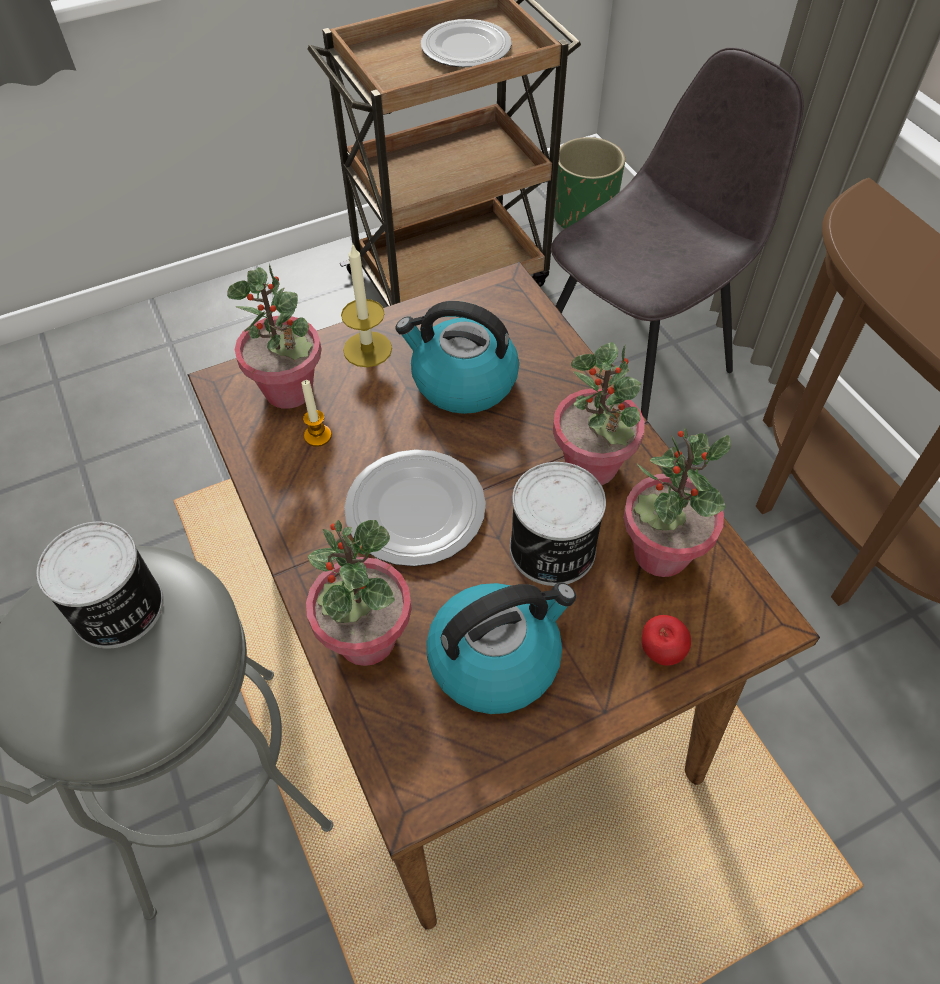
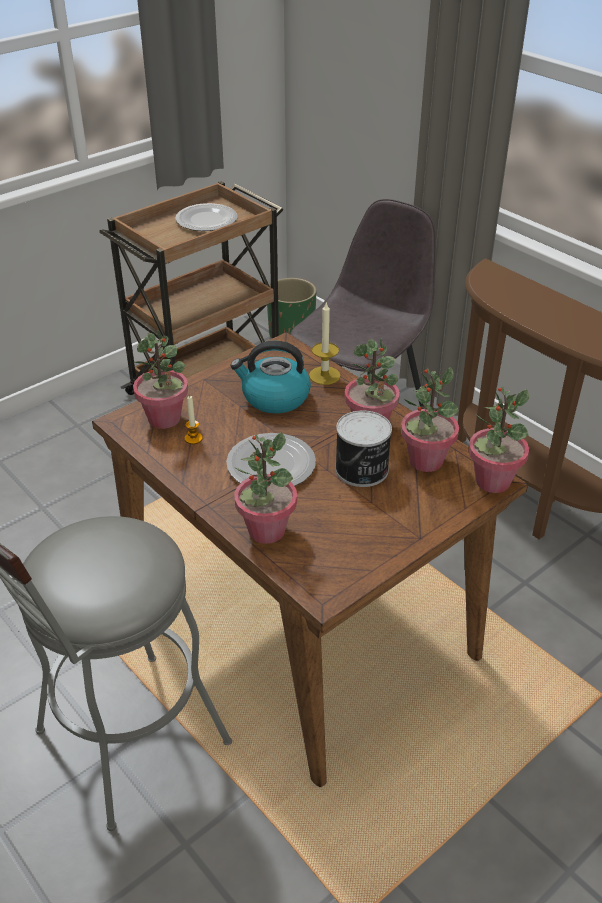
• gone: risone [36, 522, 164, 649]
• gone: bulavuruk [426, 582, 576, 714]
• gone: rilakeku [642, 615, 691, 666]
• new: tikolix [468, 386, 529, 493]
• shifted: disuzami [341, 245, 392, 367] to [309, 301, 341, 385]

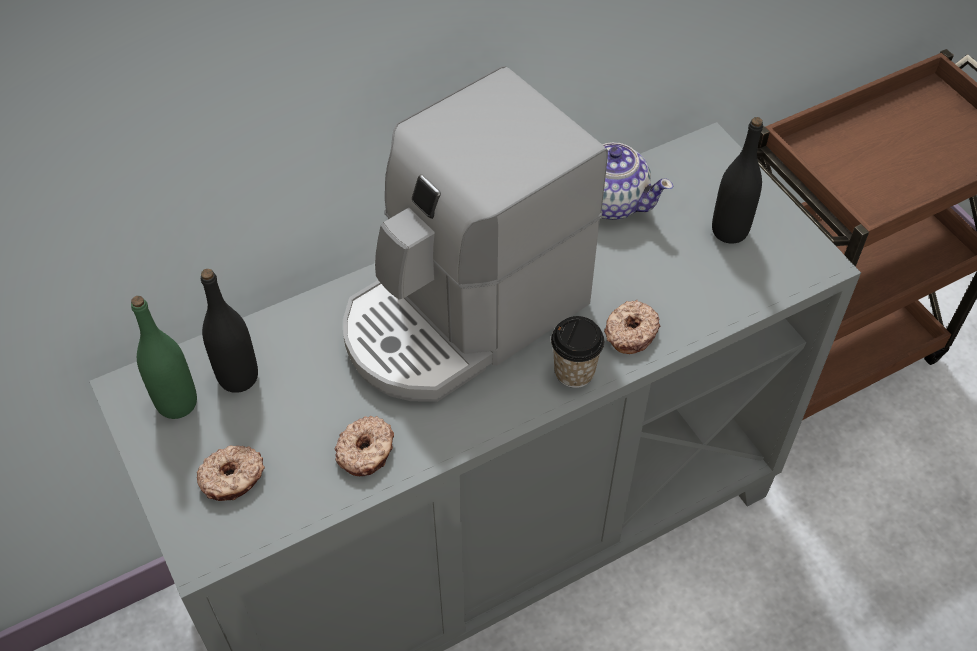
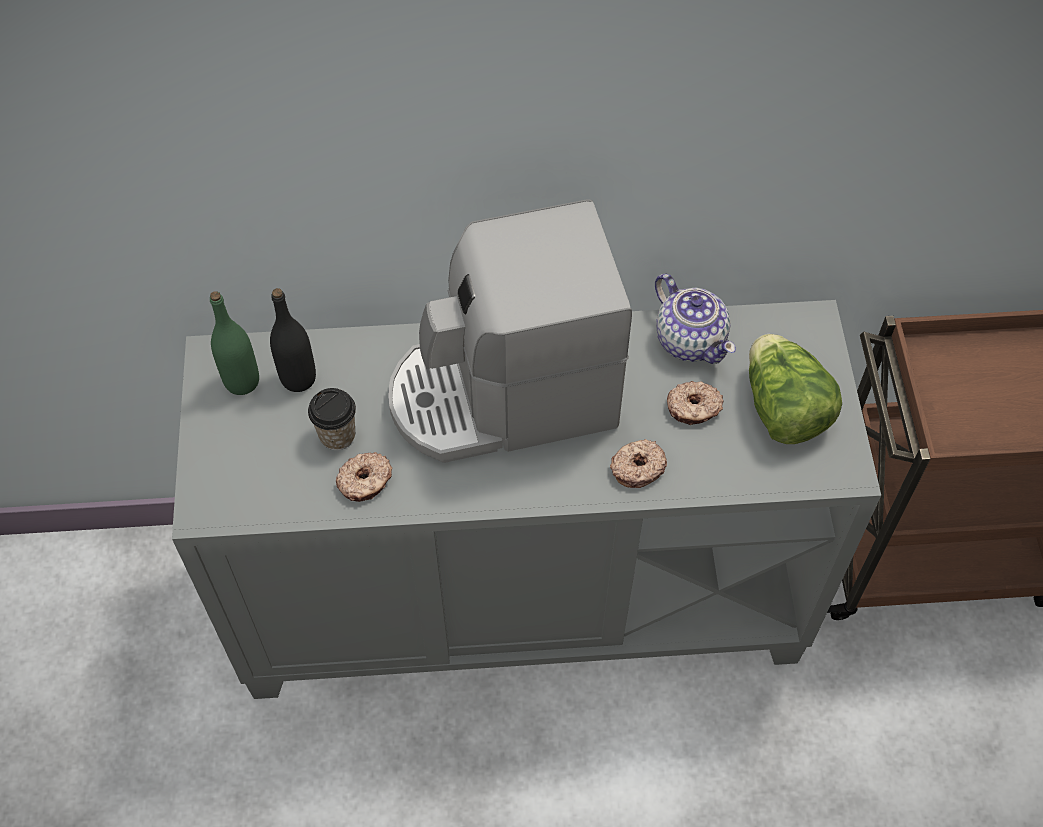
• shifted: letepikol [197, 446, 265, 501] to [667, 381, 724, 425]
• shifted: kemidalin [551, 316, 604, 388] to [308, 388, 356, 450]
• swapped: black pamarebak [712, 117, 763, 244] to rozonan [749, 334, 842, 444]

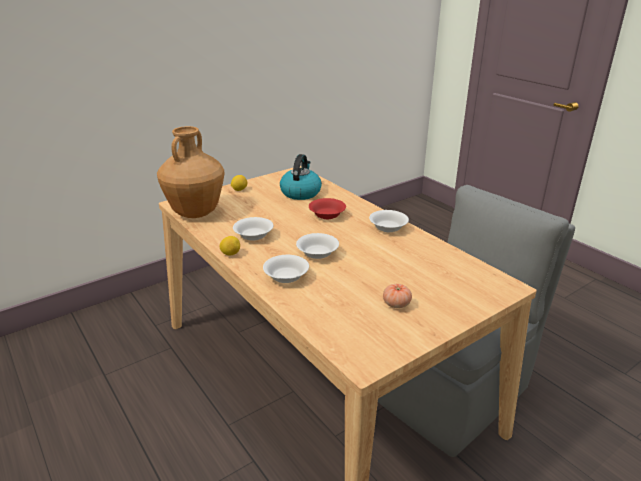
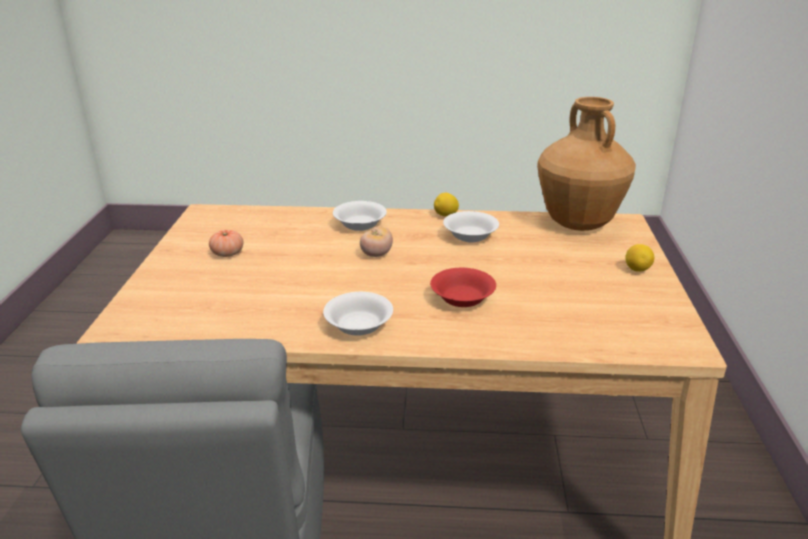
• gone: bulavuruk [280, 154, 322, 200]
• swapped: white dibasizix [296, 233, 339, 259] to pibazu [360, 226, 393, 257]

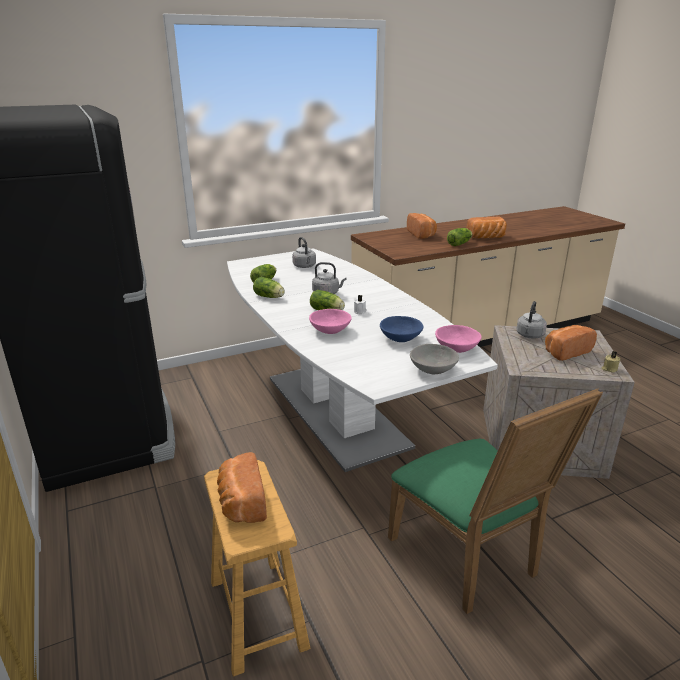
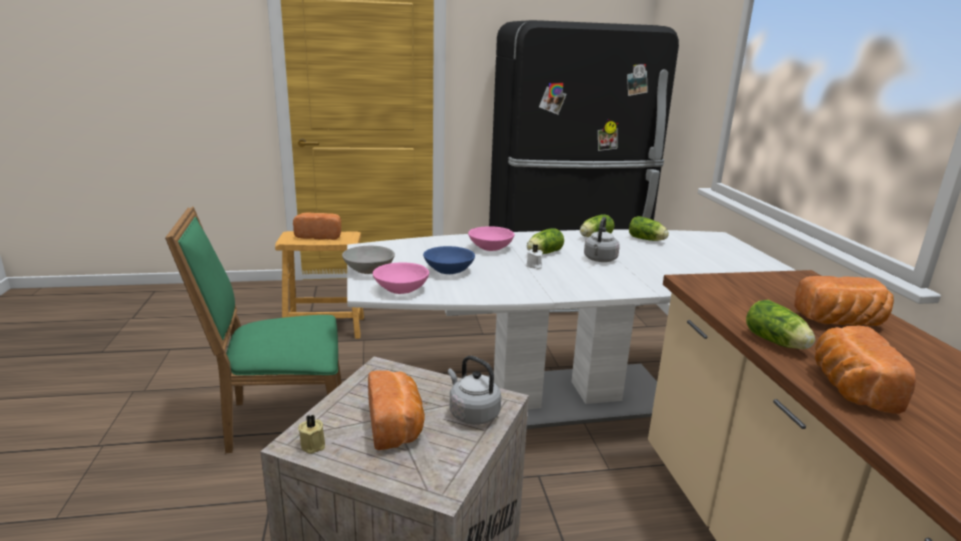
• gone: grey bulavuruk [292, 237, 316, 268]

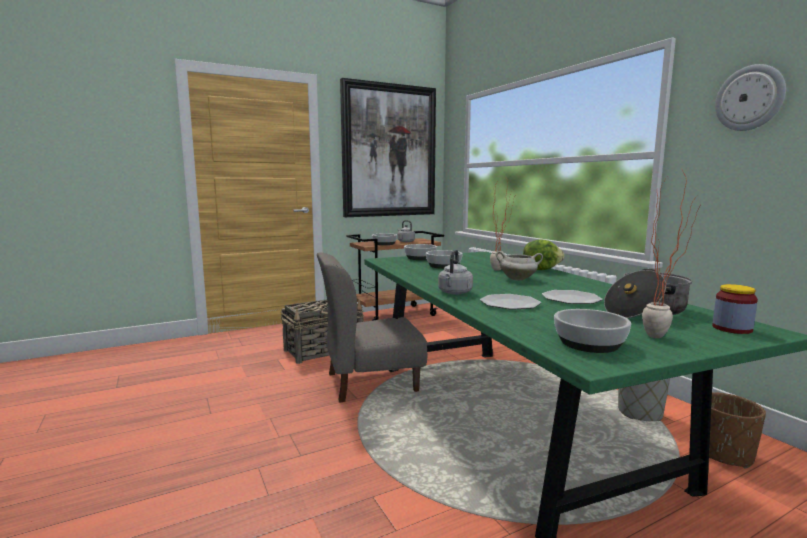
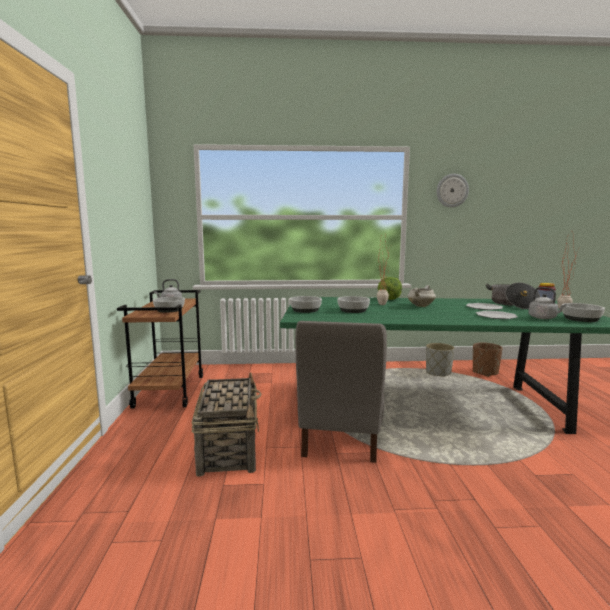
• gone: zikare [340, 78, 436, 217]
• shifted: grey bulavuruk [438, 250, 473, 295] to [528, 287, 567, 319]

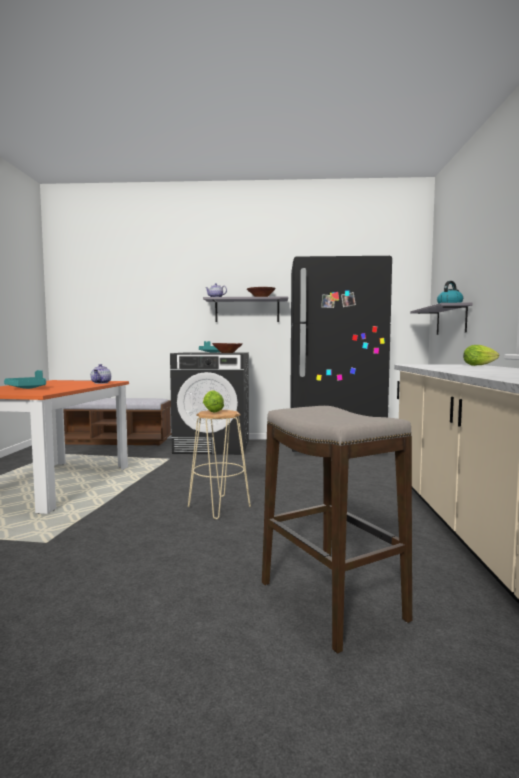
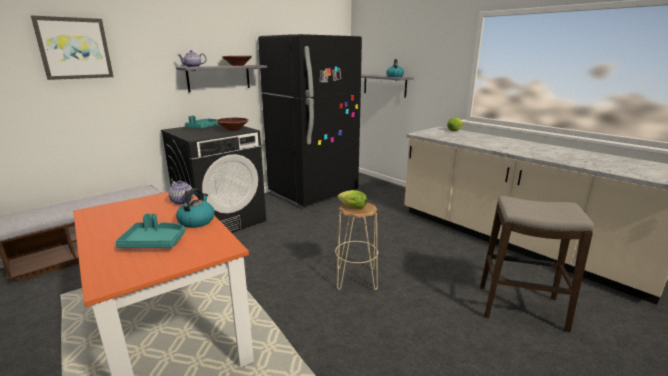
• new: zikare [31, 15, 113, 80]
• new: bulavuruk [176, 188, 215, 228]

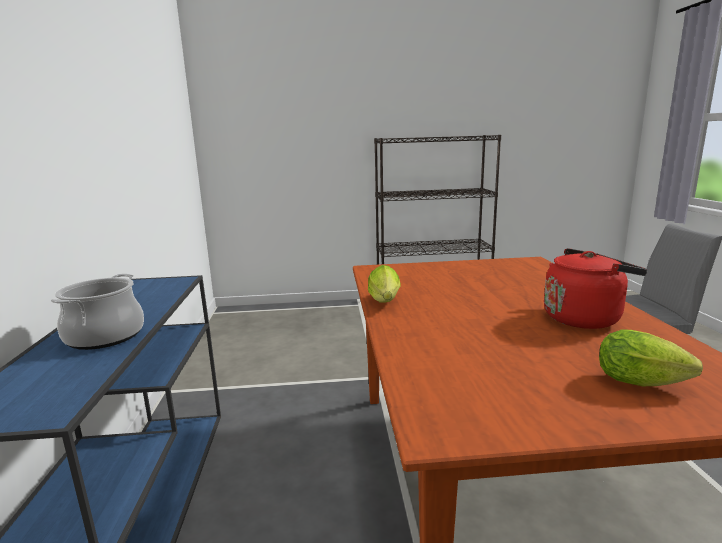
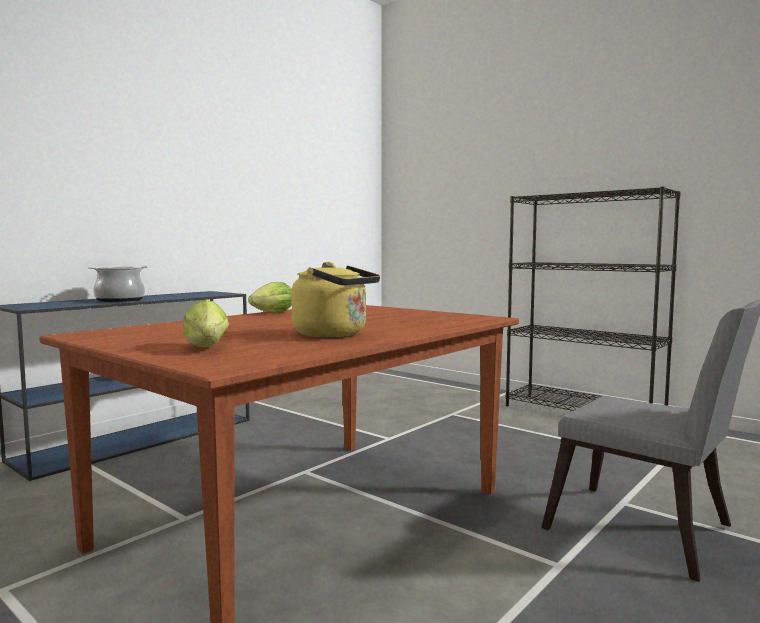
• repainted: red bulavuruk [544, 248, 647, 329] to yellow bulavuruk [291, 262, 380, 337]

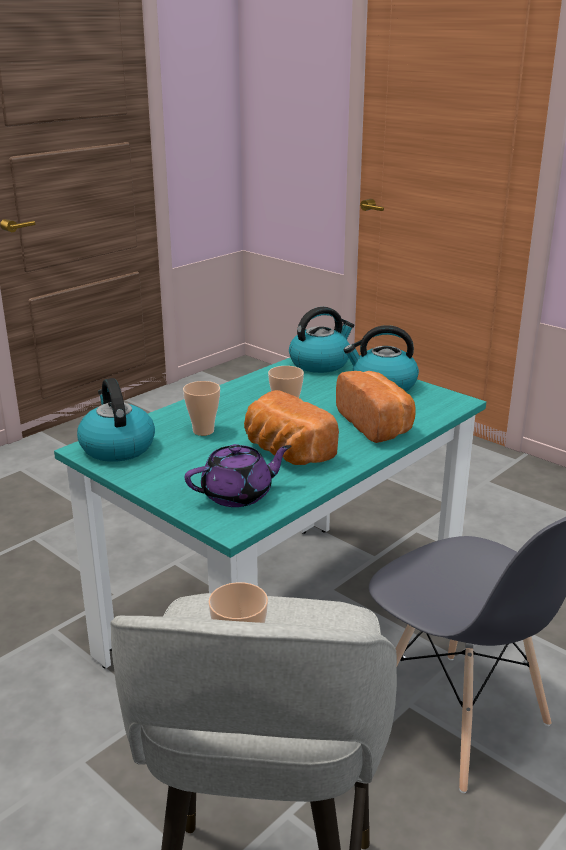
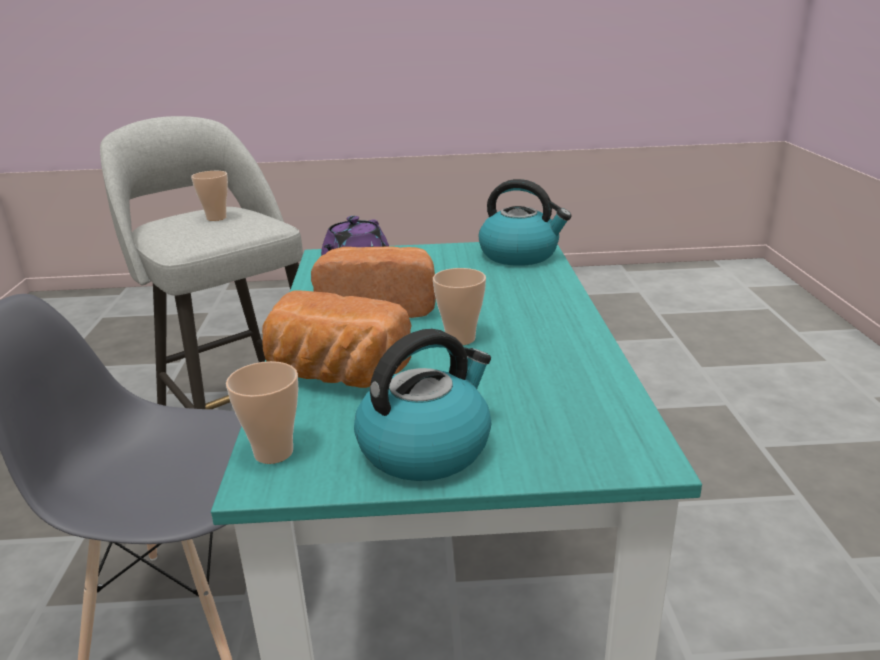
• gone: bulavuruk [289, 307, 354, 373]
• shifted: kemidalin [183, 381, 220, 436] to [226, 361, 298, 464]

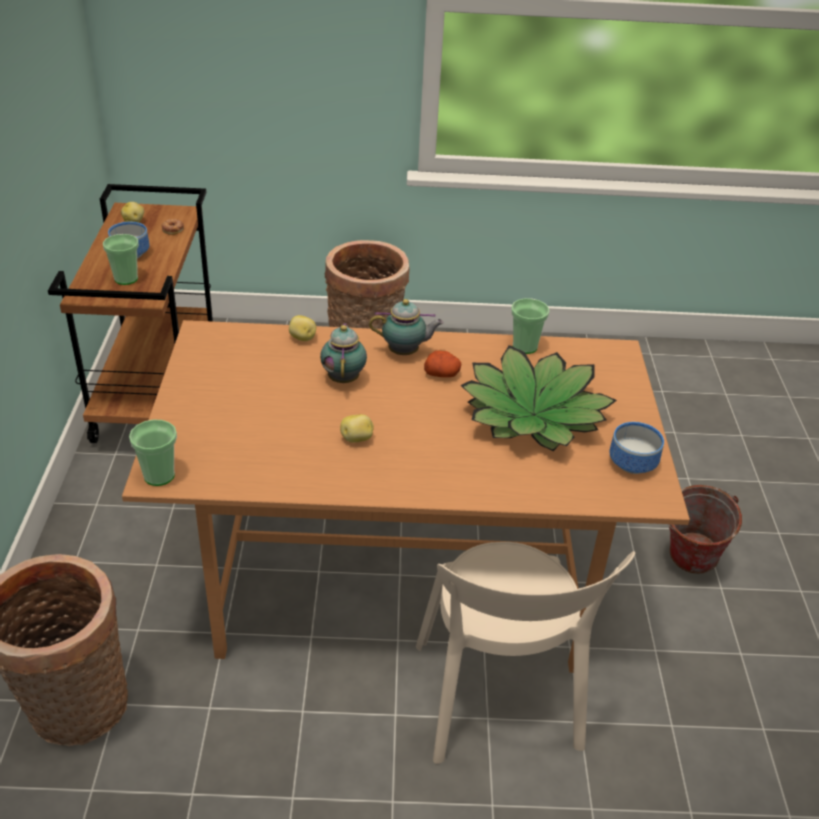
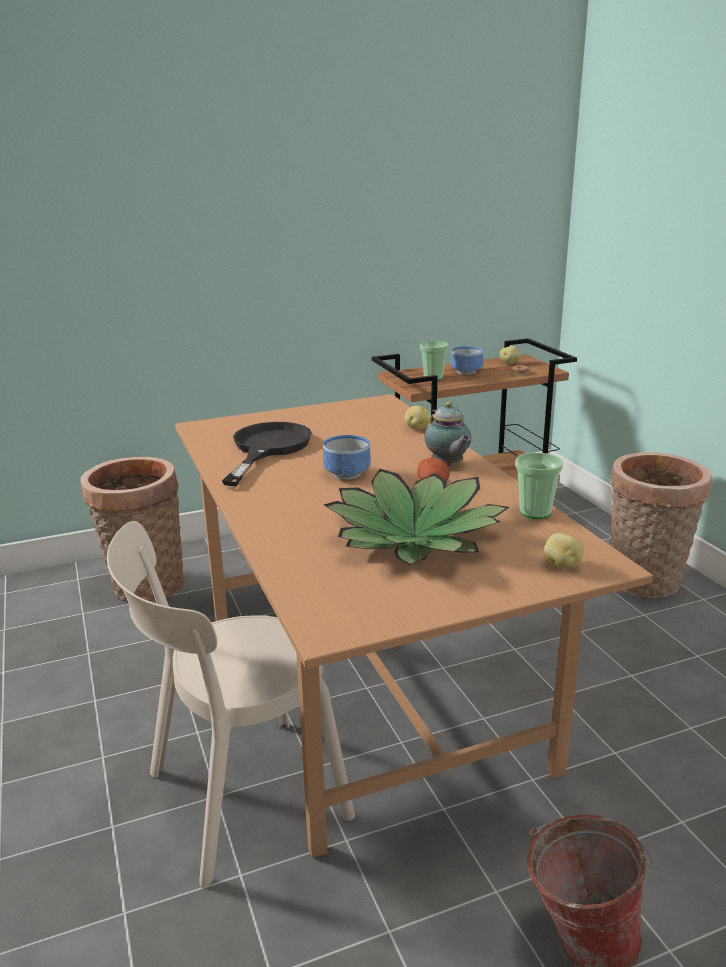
• gone: kemidalin [129, 420, 177, 486]
• gone: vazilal [320, 323, 367, 383]
• new: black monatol [222, 422, 312, 486]
• shifted: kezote [340, 414, 374, 443] to [544, 533, 584, 569]
• shifted: dibasizix [609, 422, 664, 474] to [323, 435, 371, 479]

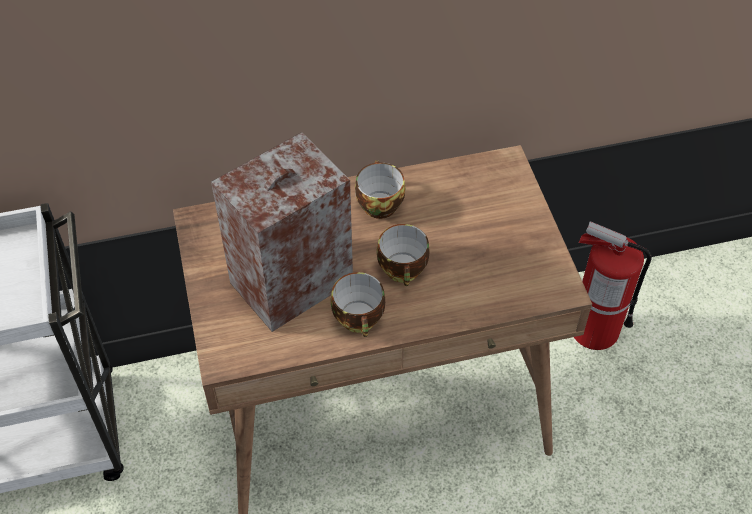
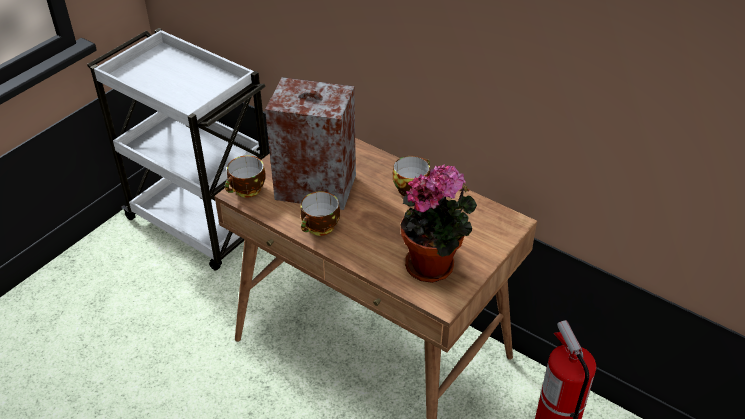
• new: tikolix [401, 164, 477, 283]
• shifted: kemidalin [377, 224, 430, 286] to [225, 156, 266, 198]

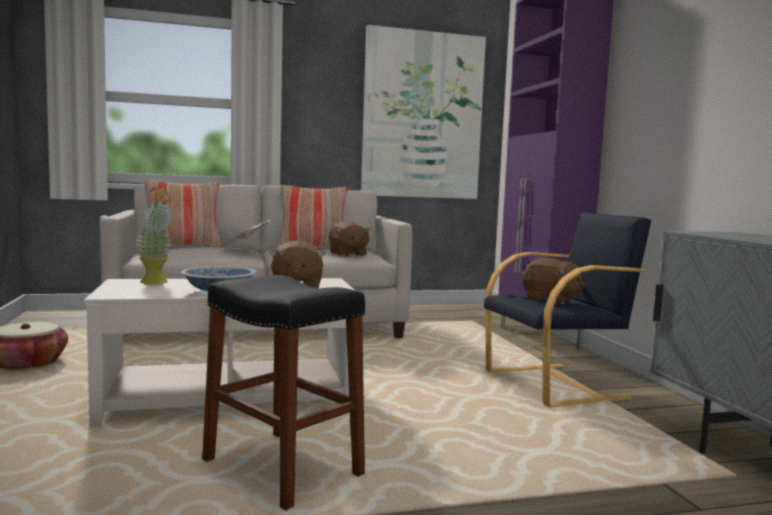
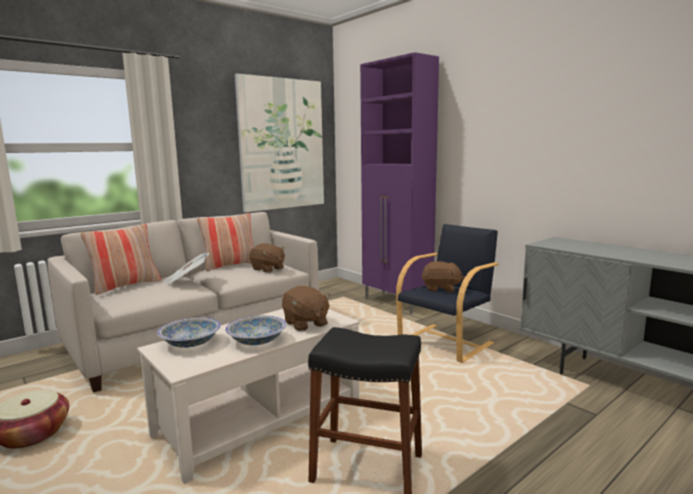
• swapped: tikolix [135, 187, 171, 284] to dibasizix [157, 317, 221, 348]

